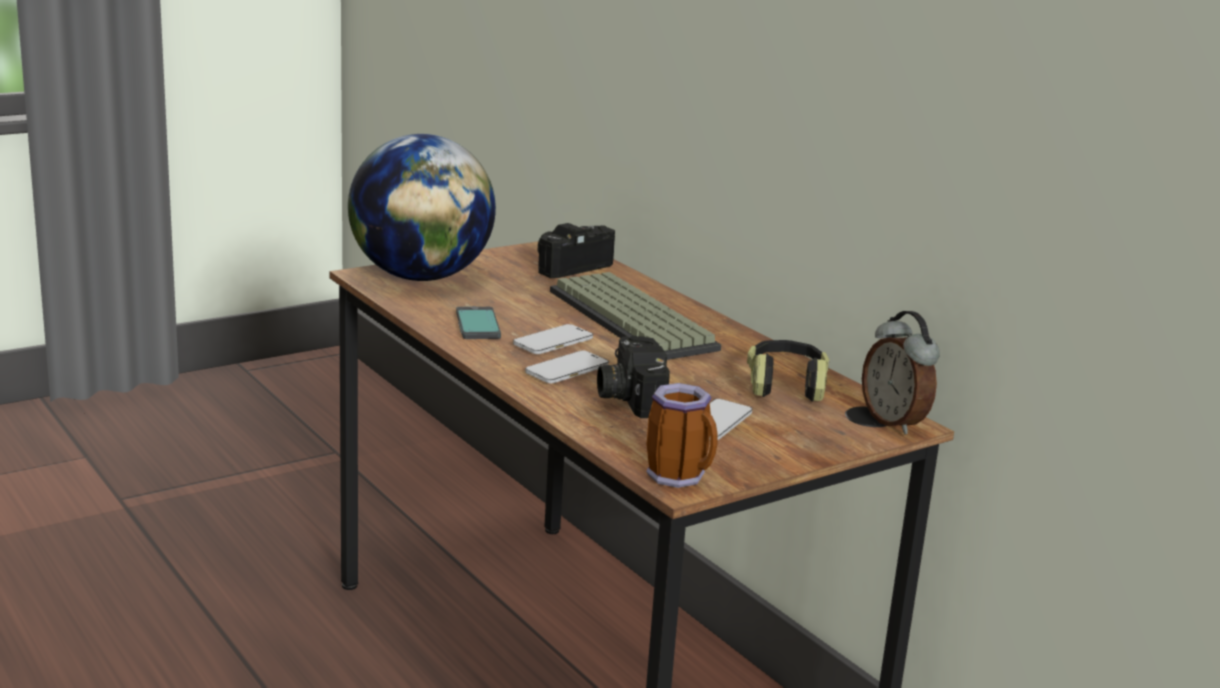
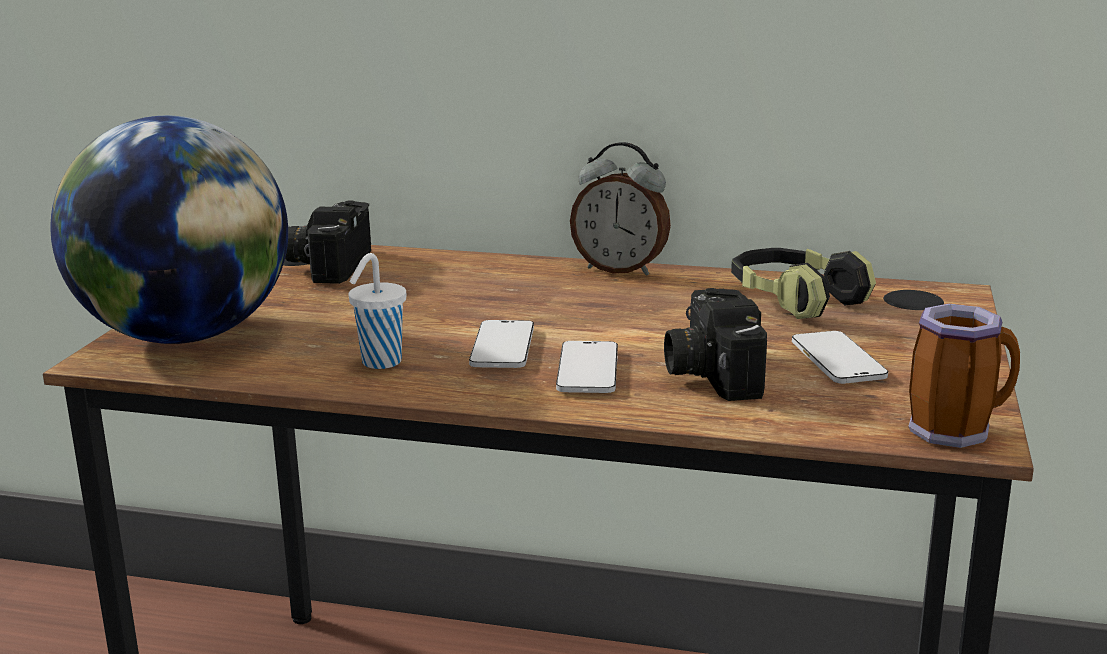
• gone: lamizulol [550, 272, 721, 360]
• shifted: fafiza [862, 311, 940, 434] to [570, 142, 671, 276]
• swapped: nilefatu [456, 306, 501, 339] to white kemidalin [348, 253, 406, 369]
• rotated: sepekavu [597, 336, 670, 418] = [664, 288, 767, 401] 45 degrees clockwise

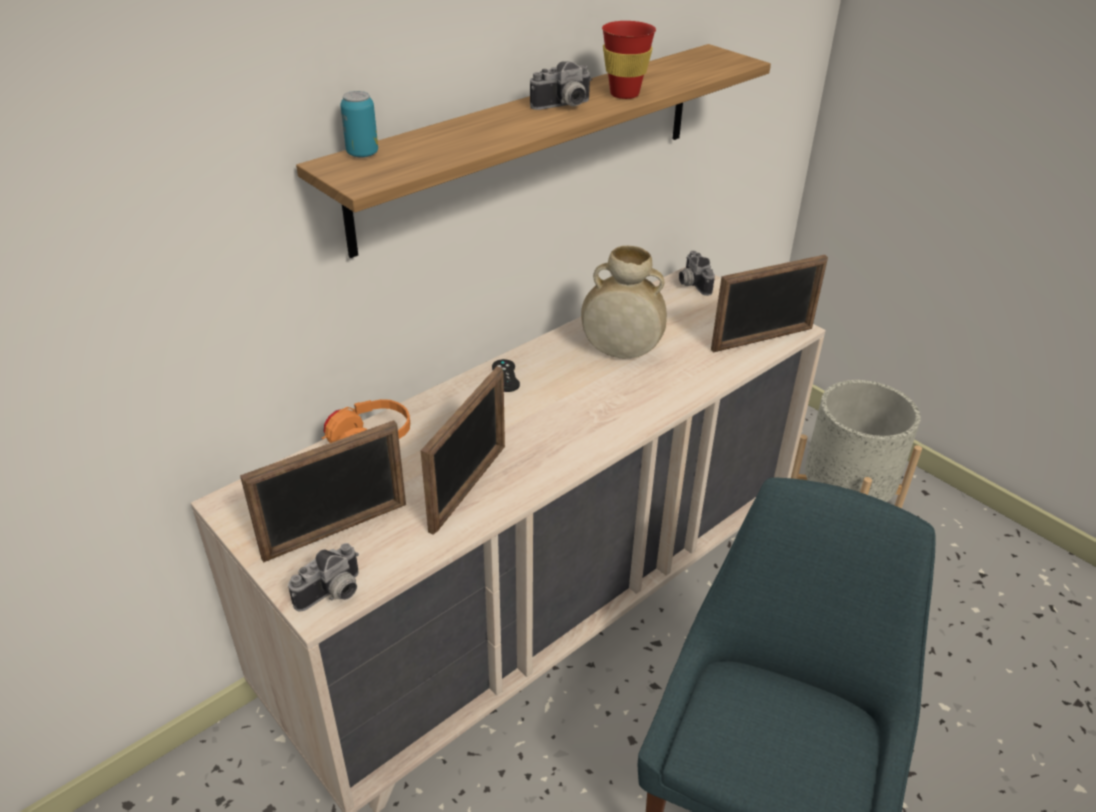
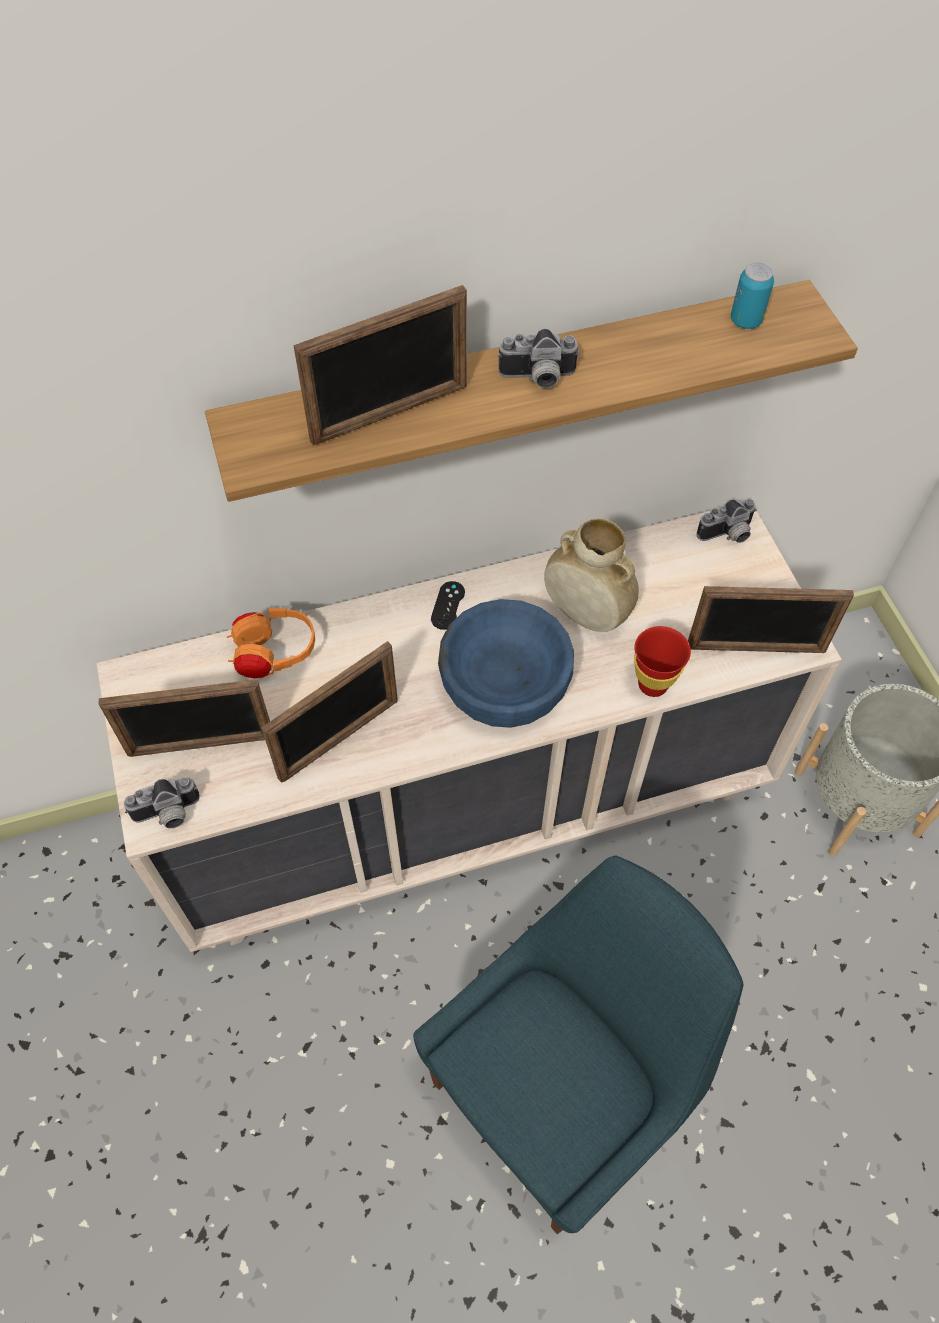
• new: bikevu [293, 285, 467, 446]
• new: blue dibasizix [438, 599, 574, 728]
• shifted: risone [340, 91, 378, 158] to [731, 263, 774, 329]
• shifted: red kemidalin [602, 21, 656, 99] to [634, 626, 691, 697]
• rotated: sepekavu [679, 251, 715, 296] = [697, 499, 757, 543] 120 degrees counterclockwise

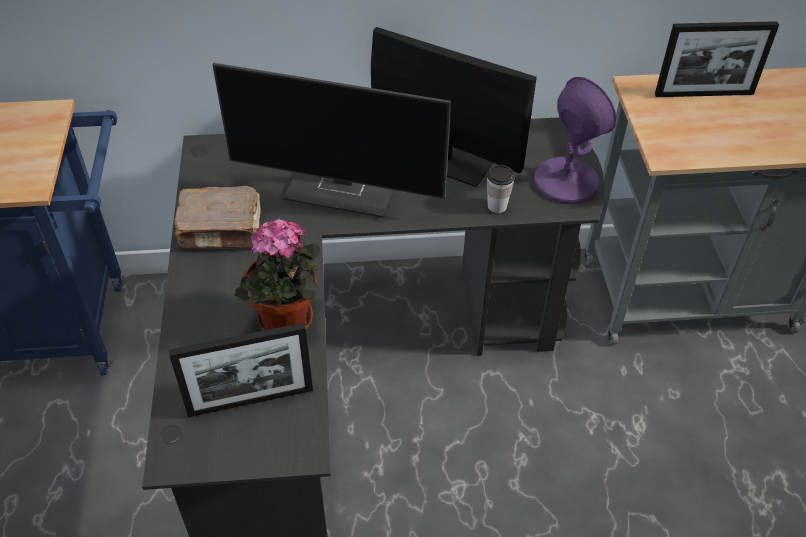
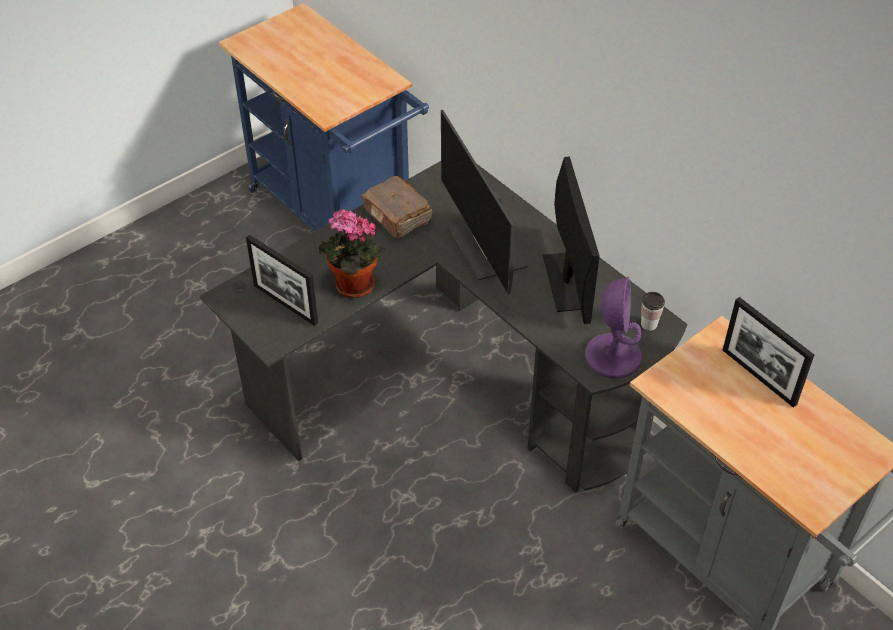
• shifted: kemidalin [487, 165, 515, 213] to [641, 292, 665, 331]

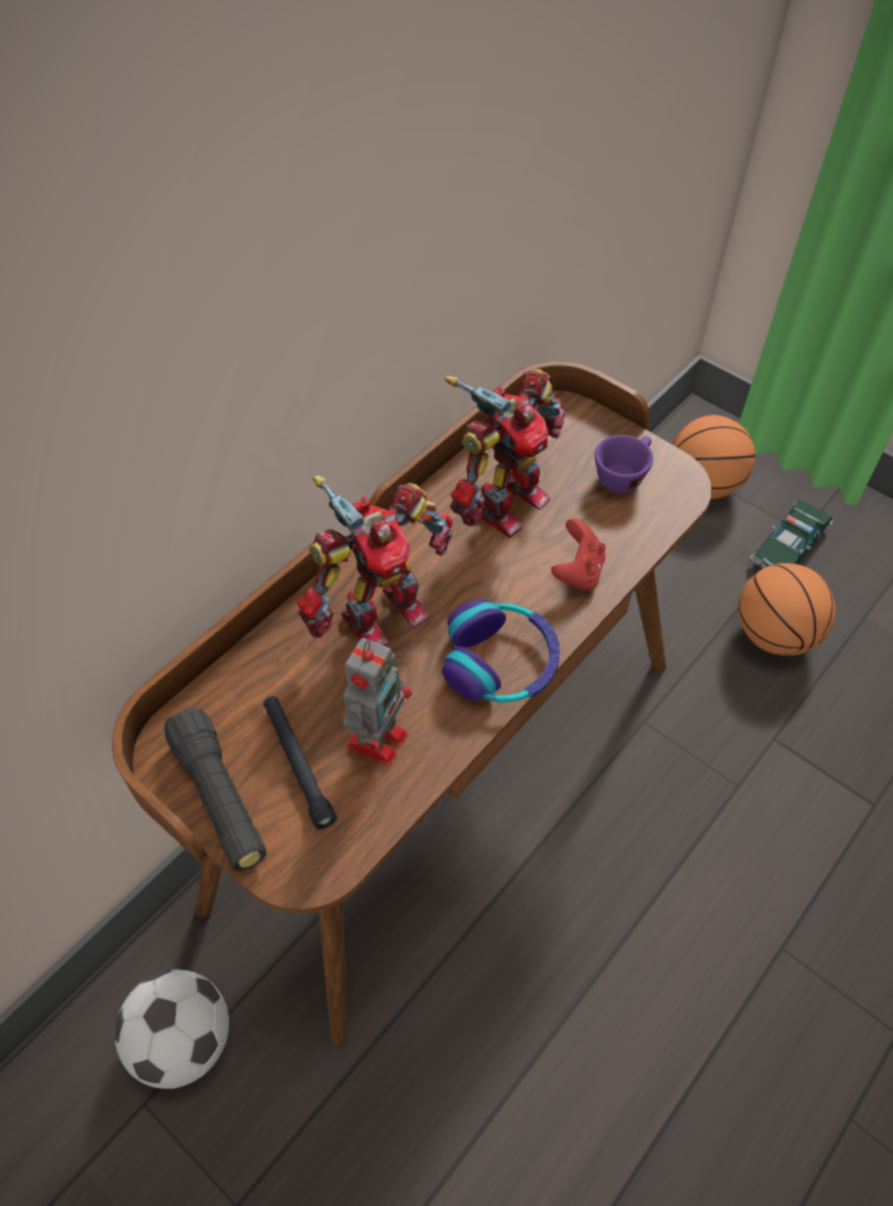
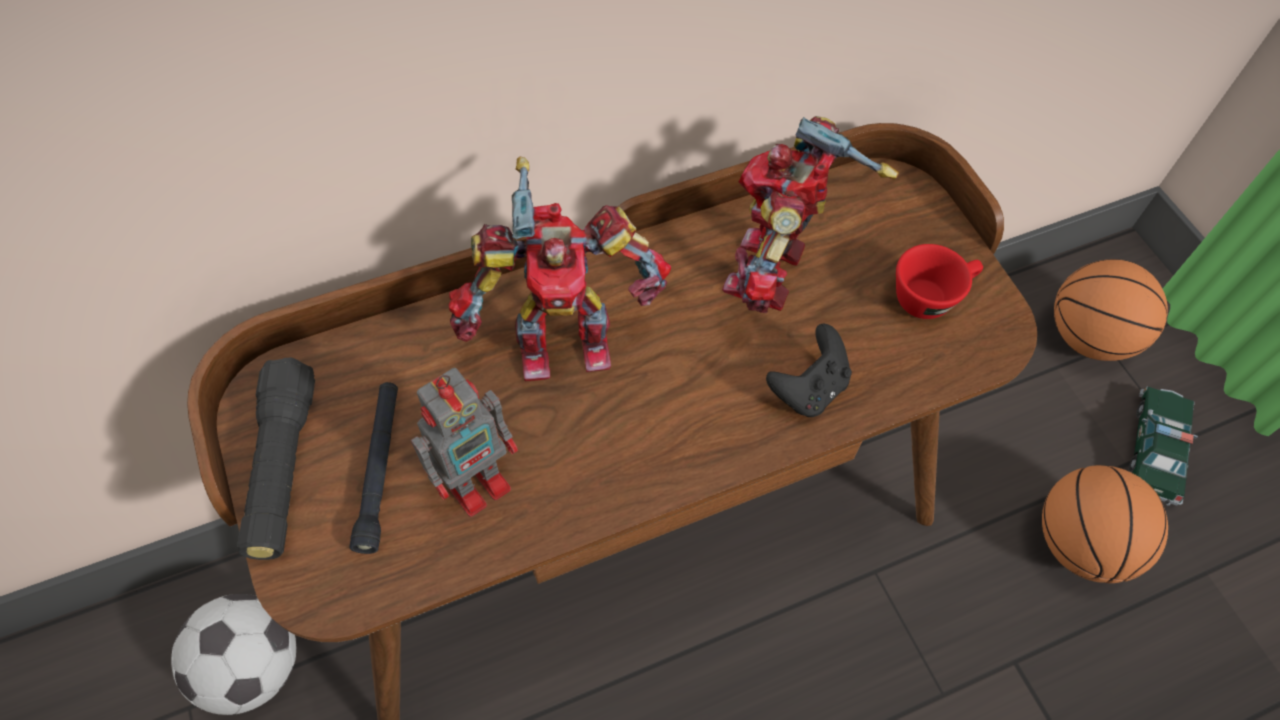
• gone: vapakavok [442, 599, 560, 702]
• repainted: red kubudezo [551, 518, 606, 591] to black kubudezo [766, 324, 852, 417]
• repainted: purple kemidalin [595, 435, 653, 493] to red kemidalin [896, 244, 983, 319]
• rotated: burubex [444, 369, 567, 538] = [722, 116, 899, 313] 135 degrees clockwise
• rotated: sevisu [750, 500, 833, 568] = [1129, 386, 1198, 506] 135 degrees clockwise

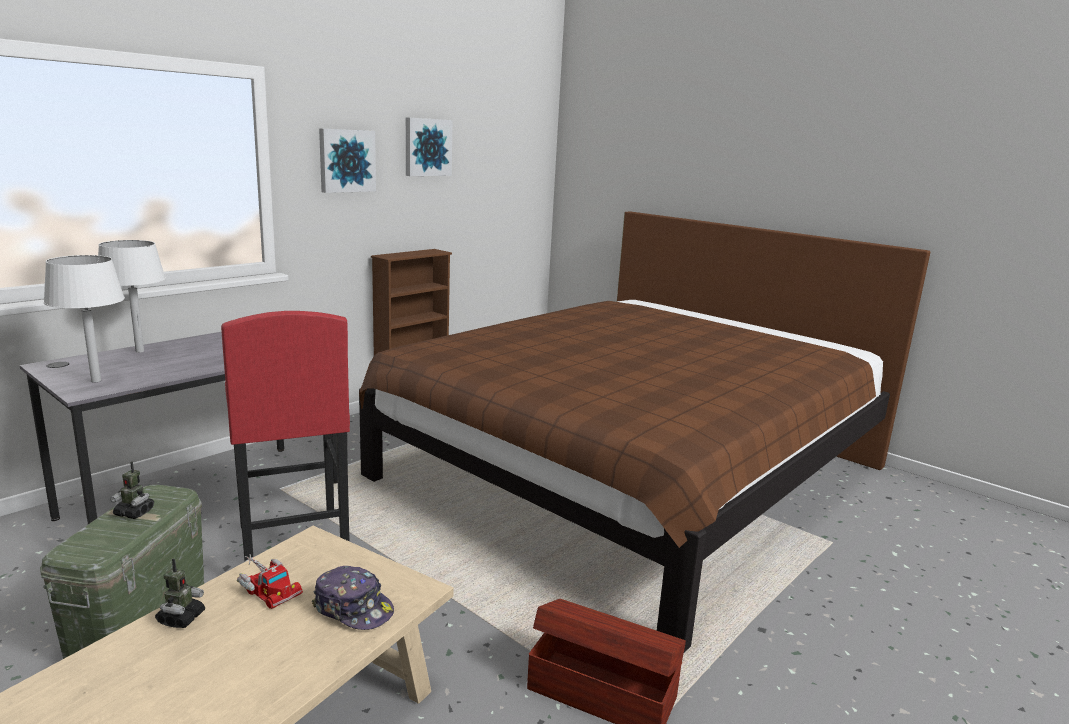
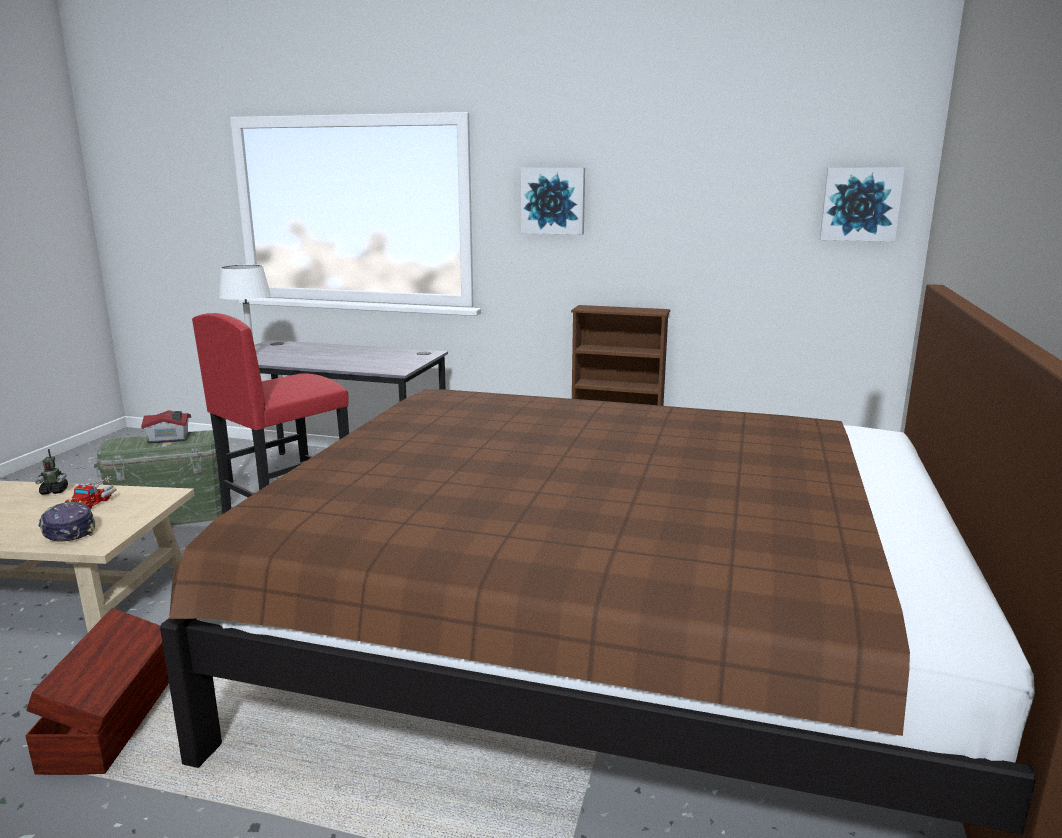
• gone: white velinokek [98, 240, 166, 353]
• shifted: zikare [406, 117, 453, 176] to [820, 168, 905, 242]
• swapped: burubex [110, 461, 154, 519] to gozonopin [141, 410, 191, 444]
• rotated: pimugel [312, 566, 394, 630] = [38, 502, 95, 542] 135 degrees clockwise

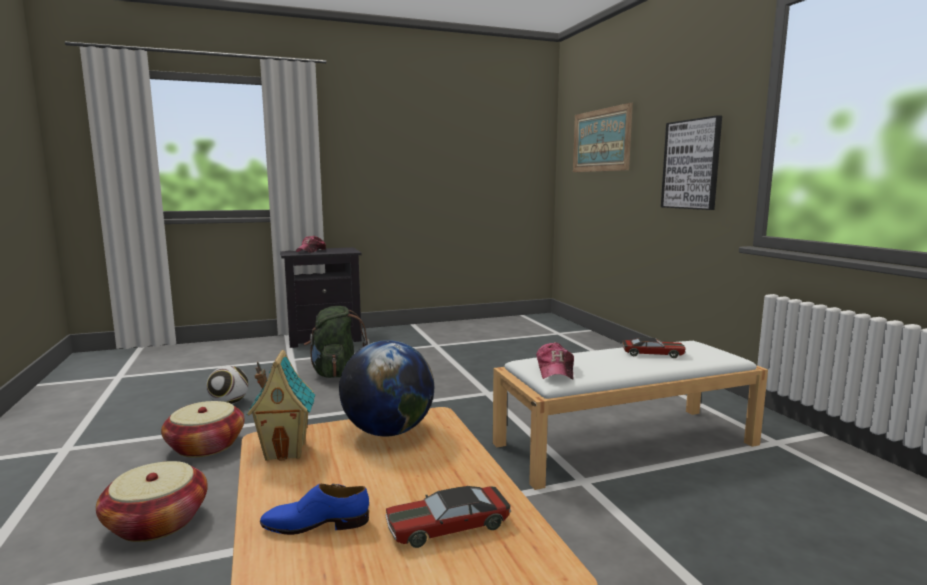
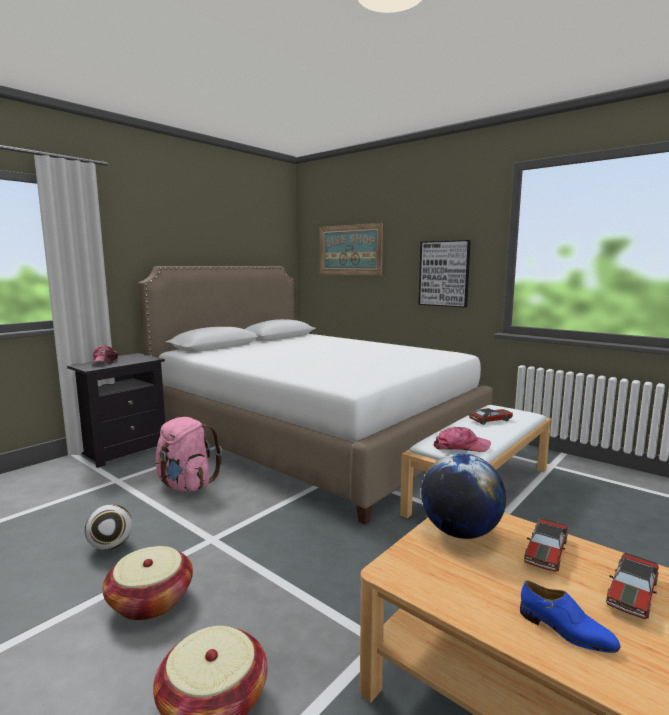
• gone: gozonopin [246, 350, 315, 461]
• new: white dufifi [138, 266, 493, 524]
• new: sevisu [524, 518, 568, 572]
• repainted: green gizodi [303, 306, 370, 378] to pink gizodi [155, 417, 222, 492]
• rotated: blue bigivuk [260, 483, 369, 535] = [520, 580, 620, 653] 105 degrees counterclockwise
• rotated: pimugel [536, 342, 574, 380] = [434, 427, 491, 452] 60 degrees counterclockwise

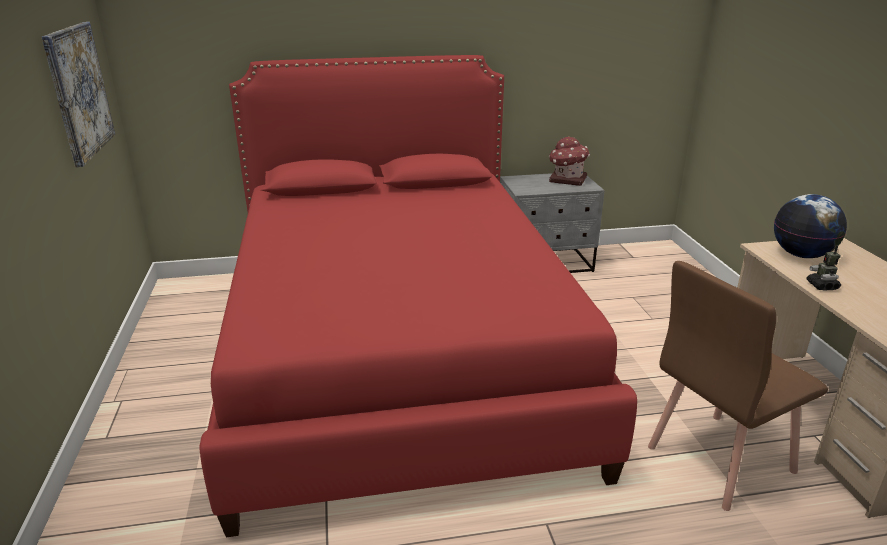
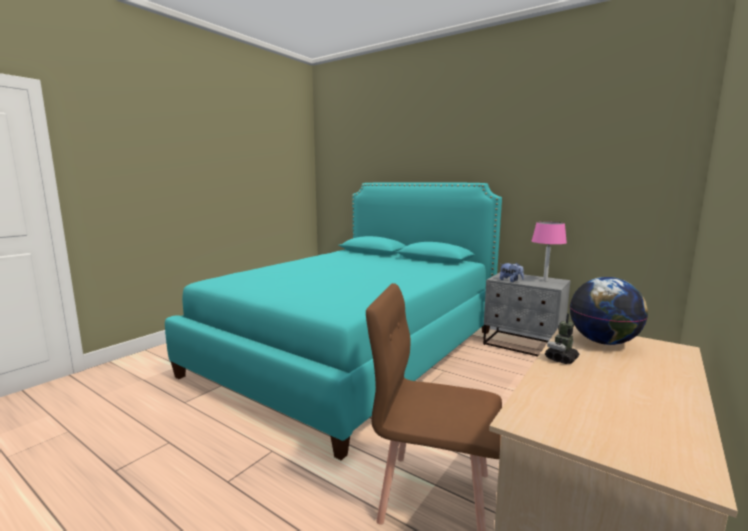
• gone: zikare [42, 22, 115, 167]
• new: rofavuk [499, 263, 524, 282]
• swapped: gozonopin [549, 136, 590, 186] to pink velinokek [532, 222, 567, 281]
• repainted: red dufifi [199, 55, 637, 537] to turquoise dufifi [165, 182, 502, 460]

